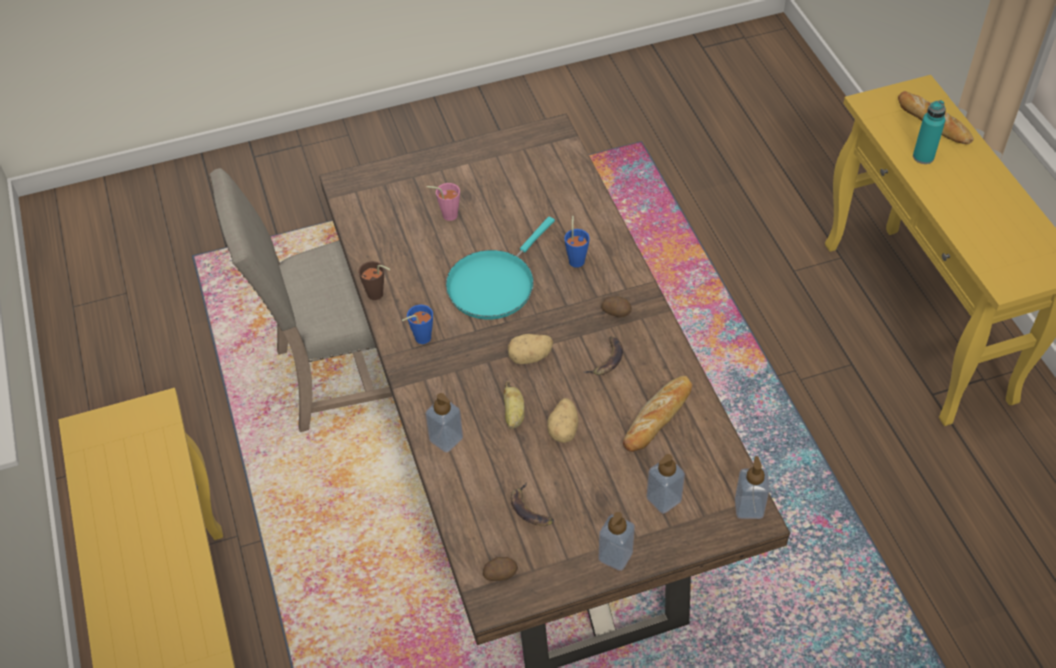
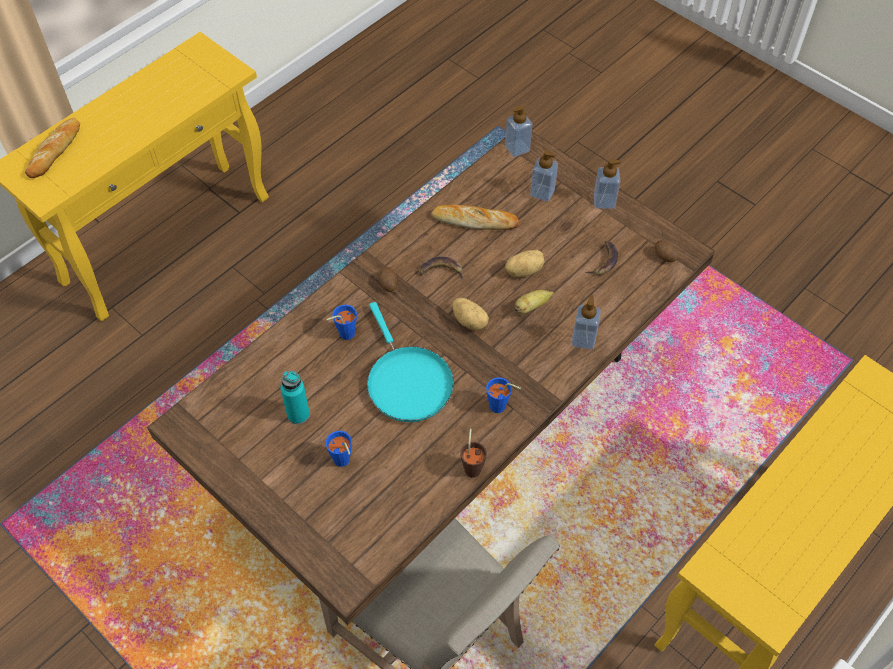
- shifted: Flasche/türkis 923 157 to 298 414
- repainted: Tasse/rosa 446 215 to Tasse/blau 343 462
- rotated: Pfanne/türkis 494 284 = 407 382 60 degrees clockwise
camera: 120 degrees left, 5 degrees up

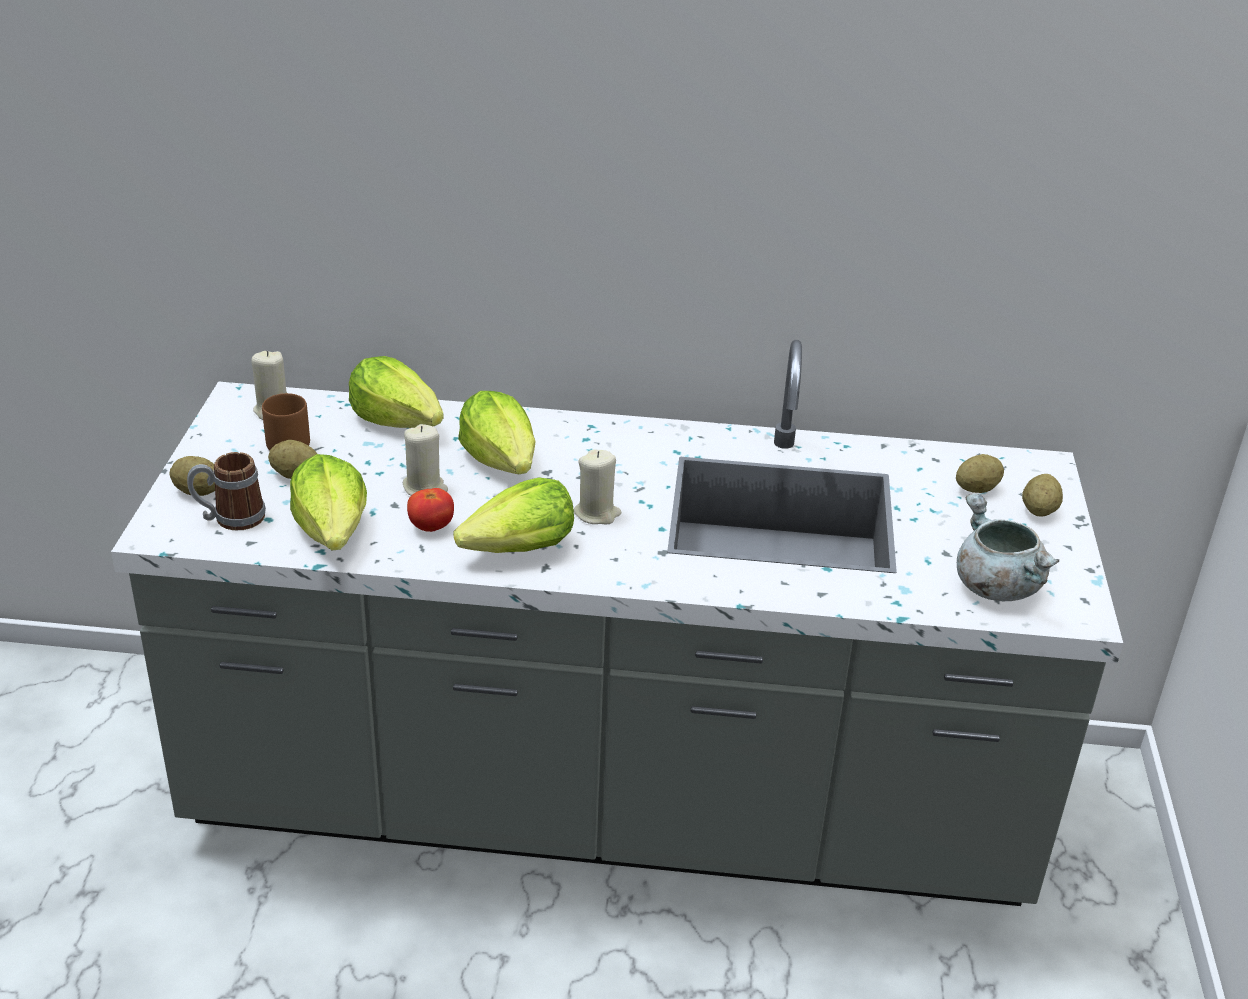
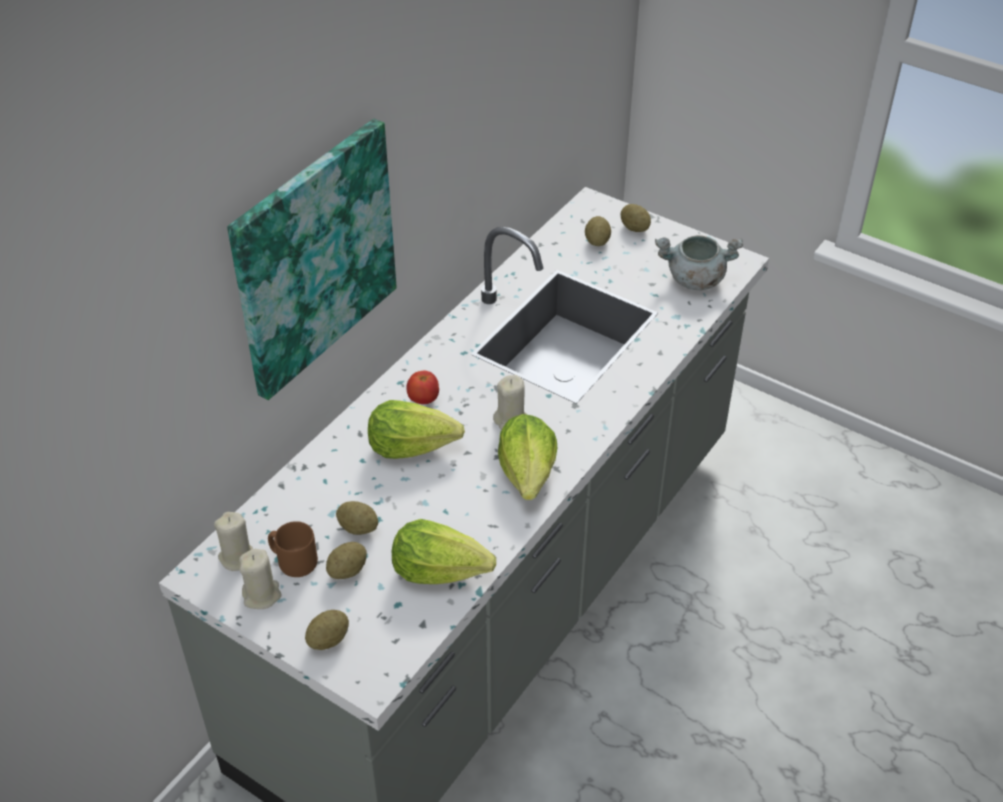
- new: Bild 313 257
- shifted: Kerze/beige 425 488 to 262 595
- new: Kartoffel 358 528
- shifted: Tomate 431 527 to 423 399
- gone: Henkelbecher 230 518
- gone: Salatkopf 398 421
camera: 60 degrees left, 10 degrees up

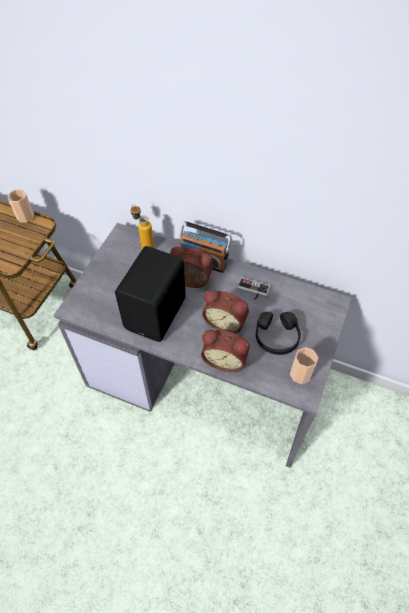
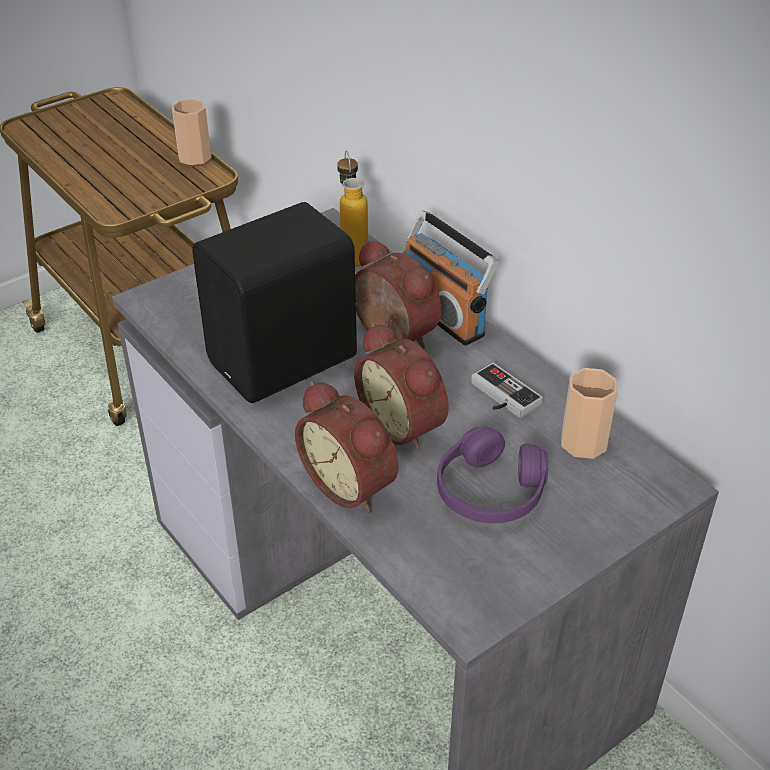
- repainted: Kopfhörer/schwarz 276 337 to Kopfhörer/lila 490 491
- shifted: Tasse 300 374 to 583 442
camera: 30 degrees right, 15 degrees down

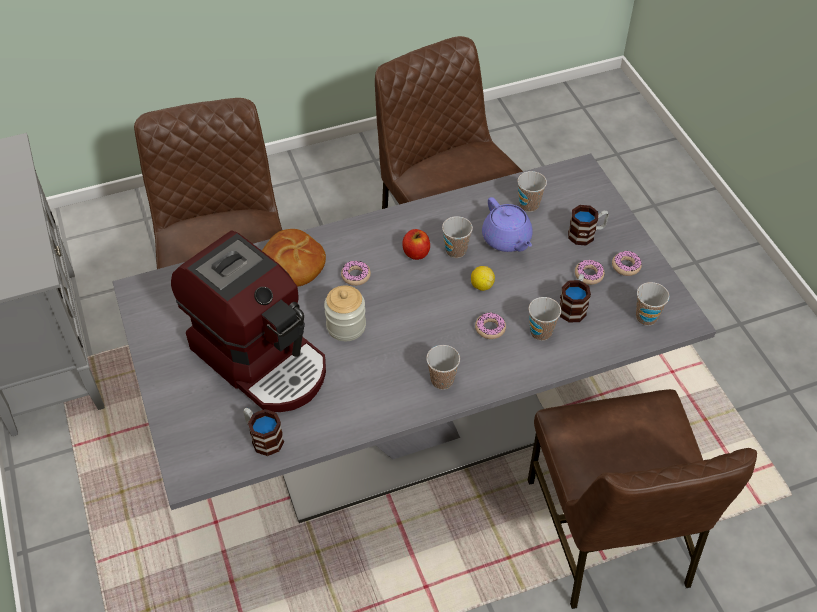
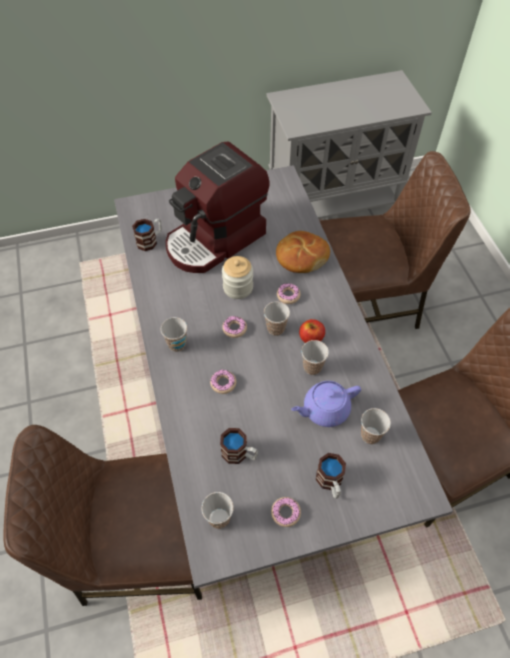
- shifted: Donut 589 275 to 234 329
- shifted: Tasse 541 332 to 276 329
- gone: Zitrone 481 285
camera: 95 degrees right, 5 degrees up

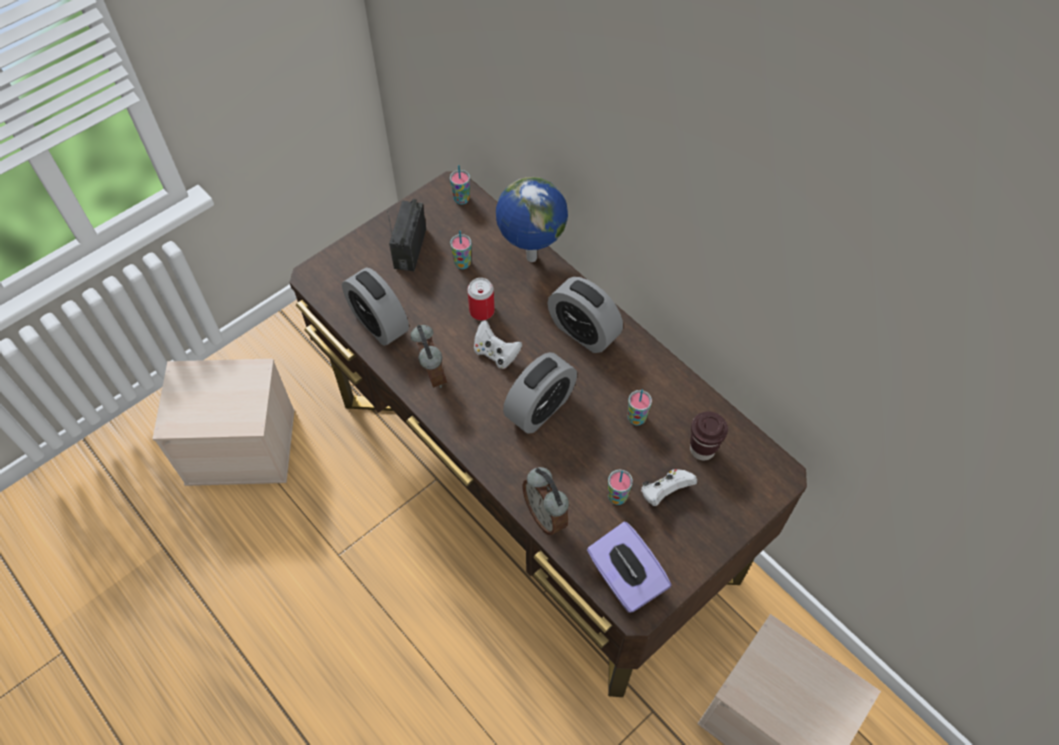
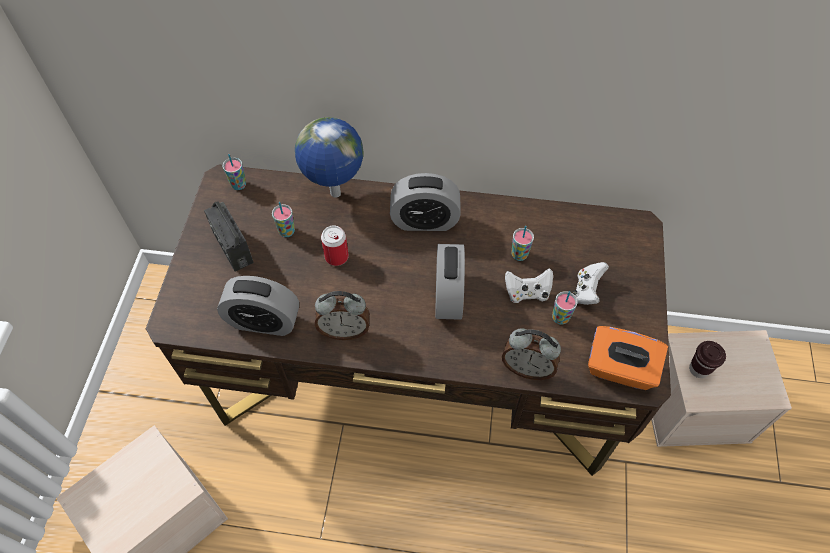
- rotated: Wecker 431 375 = 344 330 150 degrees clockwise
- shifted: Gamepad/weiß 496 353 to 527 292
- repainted: Taschentuchbox/lila 625 579 to Taschentuchbox/orange 620 369
- shifted: Tasse/braun 702 449 to 699 369
camera: 40 degrees left, 0 degrees up

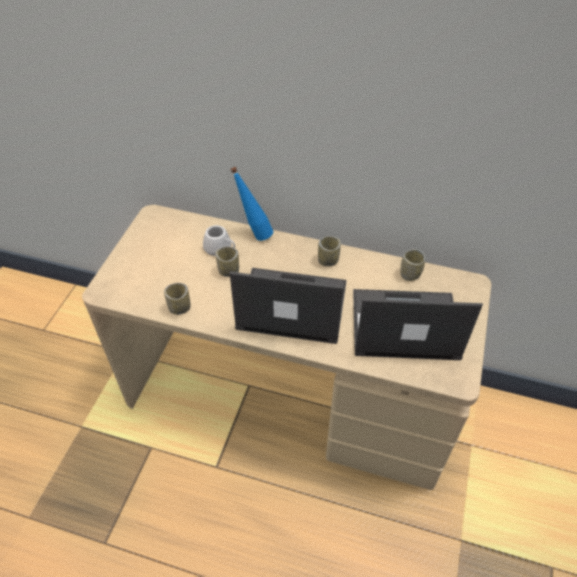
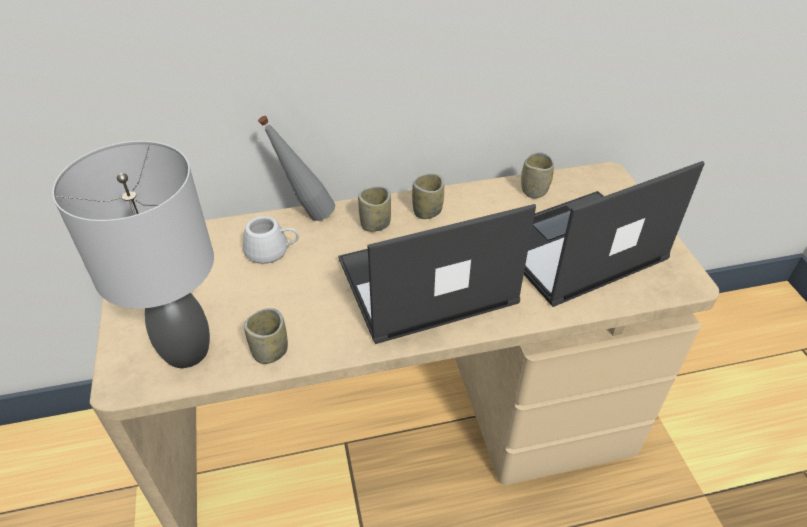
- new: Tischlampe/grau 185 351
- repainted: Flasche/blau 254 233 to Flasche/grau 305 215
- shifted: Tasse 228 271 to 375 224
camera: 30 degrees left, 5 degrees down

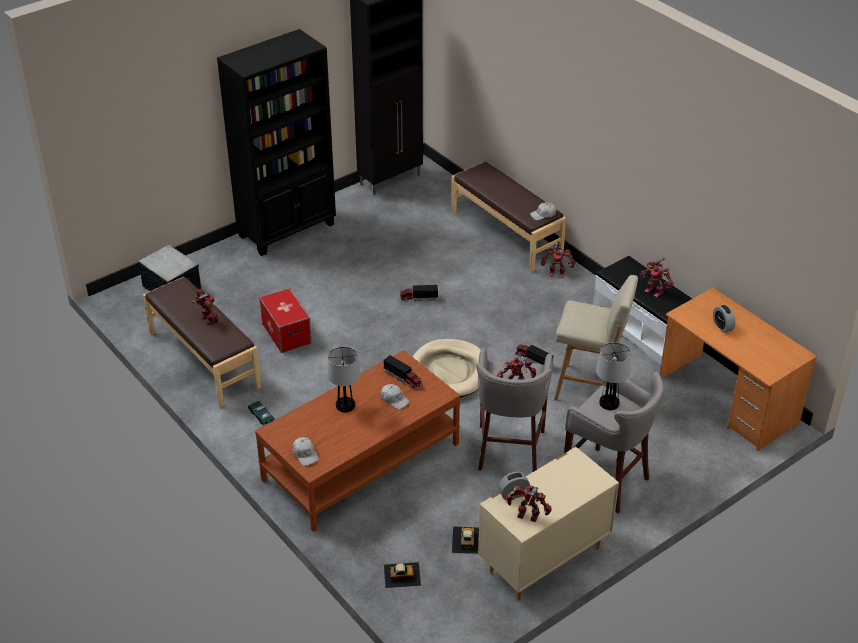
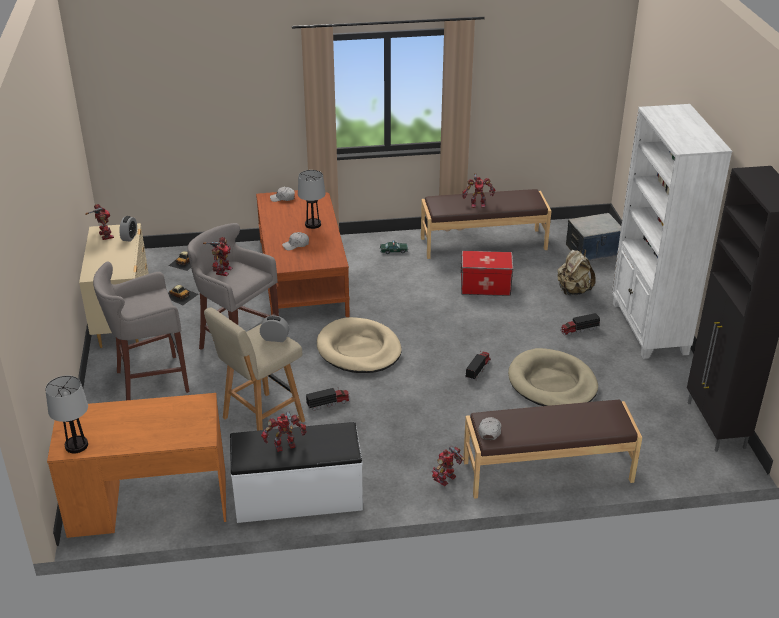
- shifted: Tischlampe 609 403 to 76 446
- rotated: Spielzeugroboter 528 516 = 105 236 75 degrees counterclockwise
- shifted: Wecker 722 326 to 275 338
- new: Hundebett/beige 552 383
- new: Rucksack/beige 573 291
- shifted: Spielzeuglaster 403 378 to 578 330
- repainted: Bücherregal/schwarz 288 230 to Bücherregal/weiß 648 329
camera: 120 degrees right, 5 degrees down

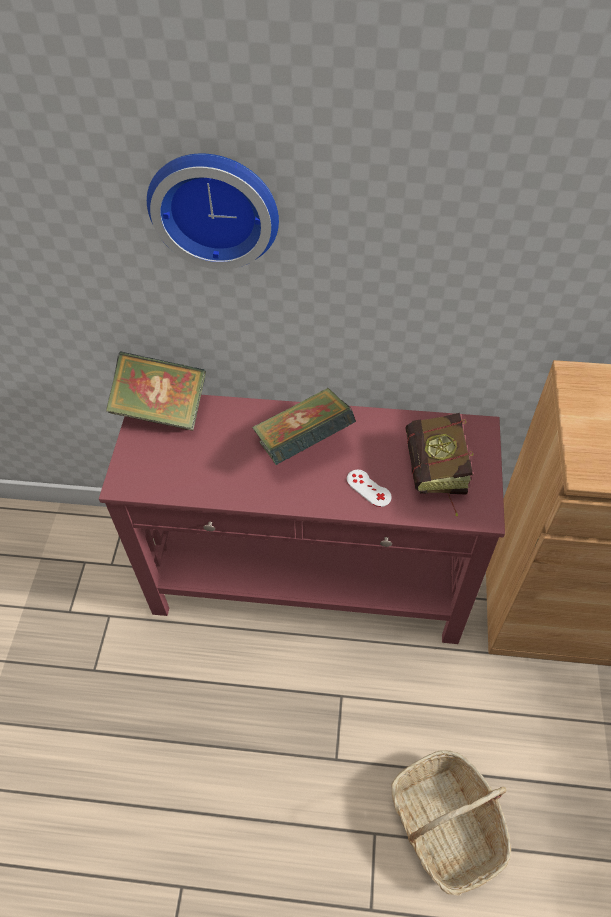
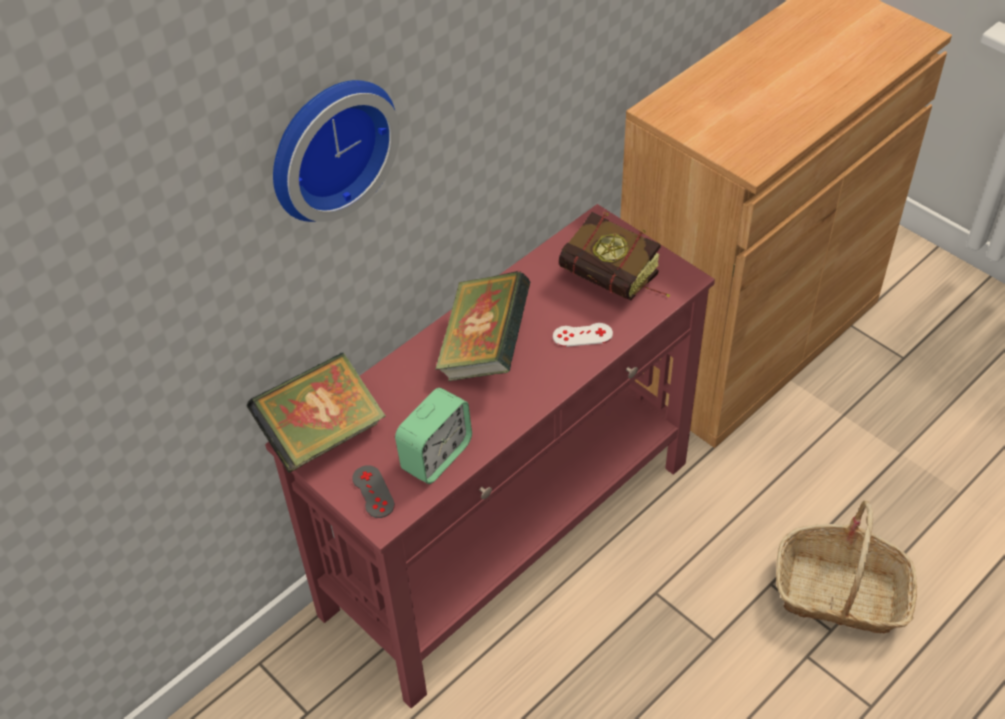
- new: Gamepad/grau 373 492
- new: Wecker 436 456
camera: 50 degrees left, 5 degrees down

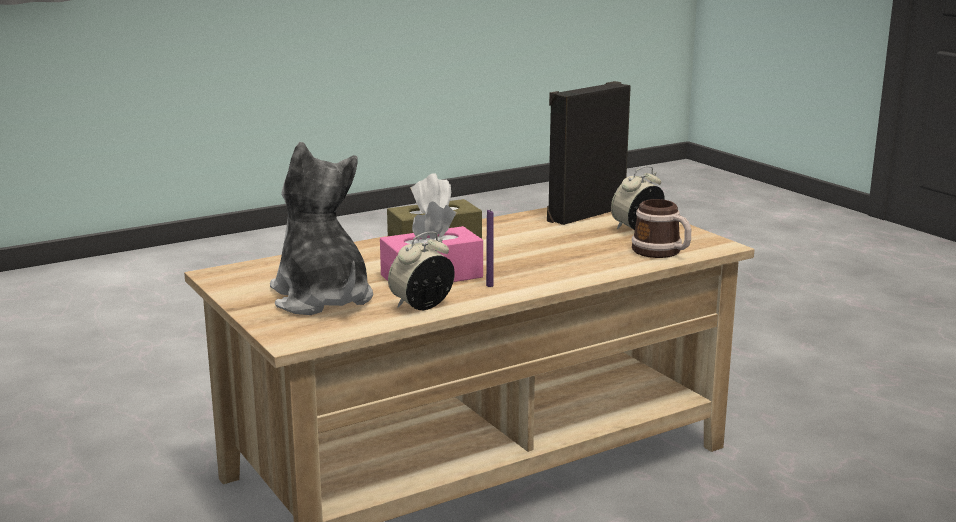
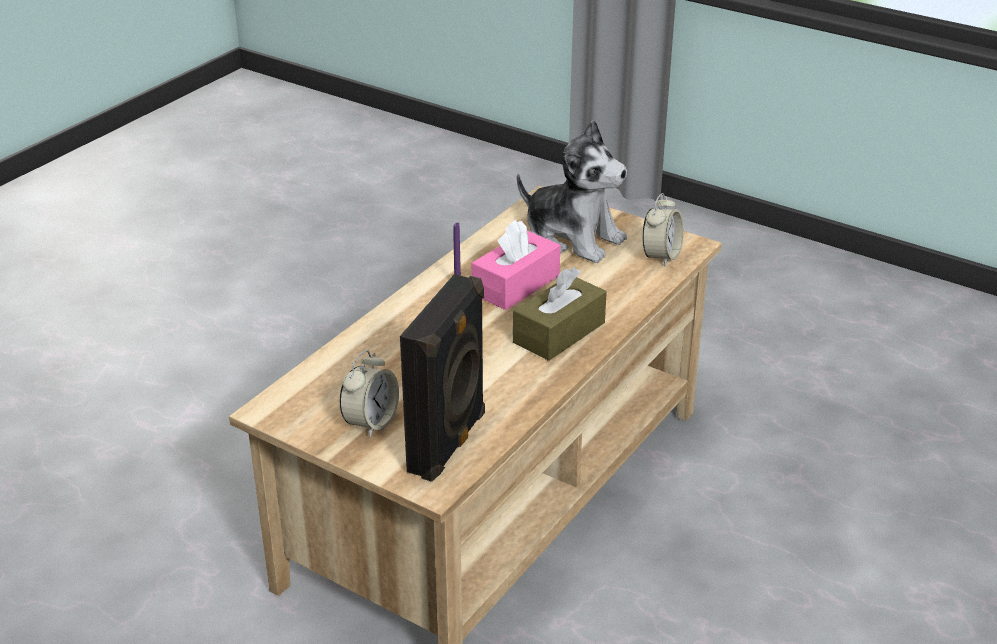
- shifted: Wecker 422 306 to 661 256
- gone: Henkelbecher 662 253
camera: 155 degrees right, 15 degrees up

